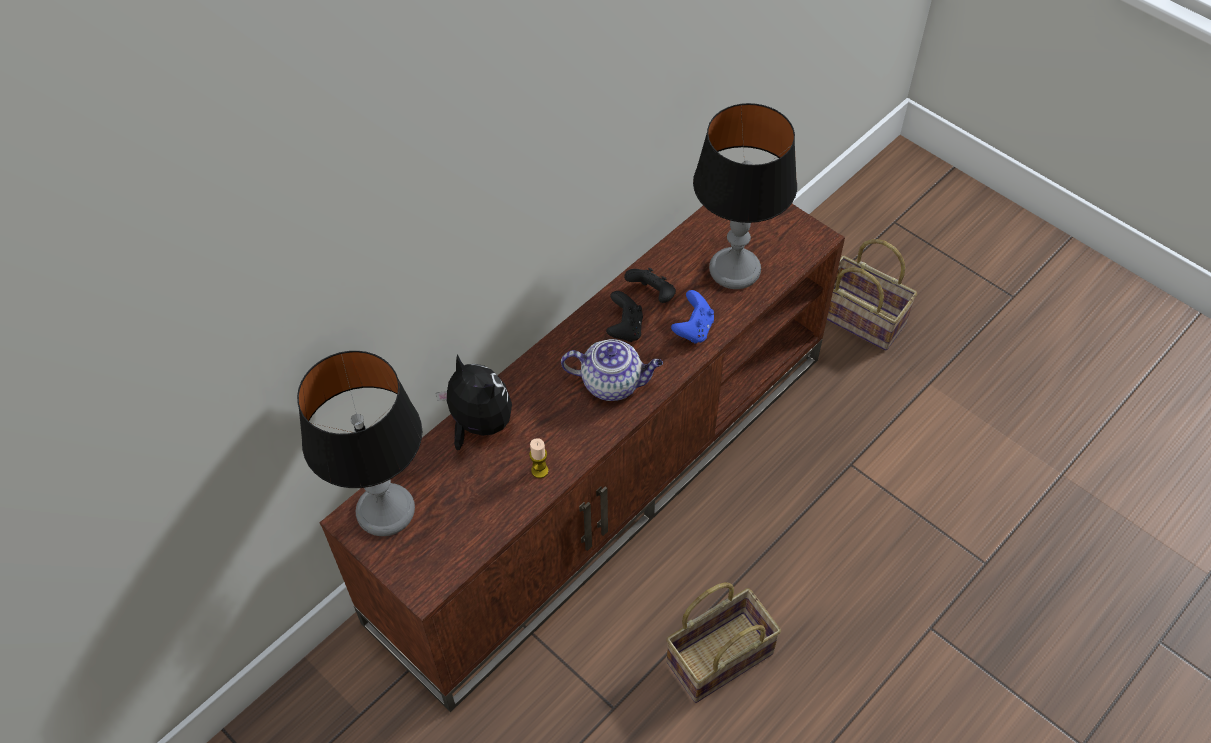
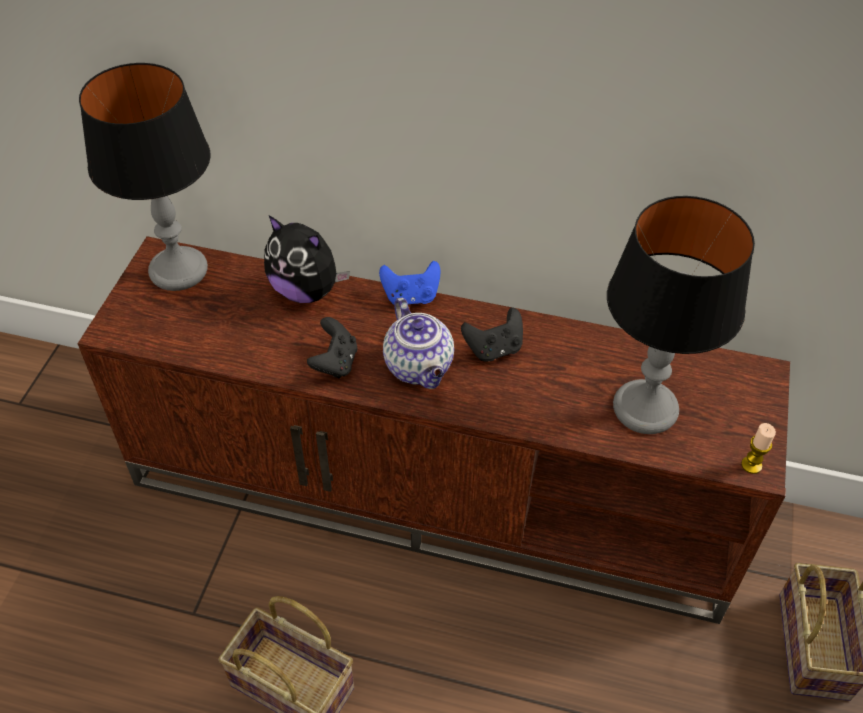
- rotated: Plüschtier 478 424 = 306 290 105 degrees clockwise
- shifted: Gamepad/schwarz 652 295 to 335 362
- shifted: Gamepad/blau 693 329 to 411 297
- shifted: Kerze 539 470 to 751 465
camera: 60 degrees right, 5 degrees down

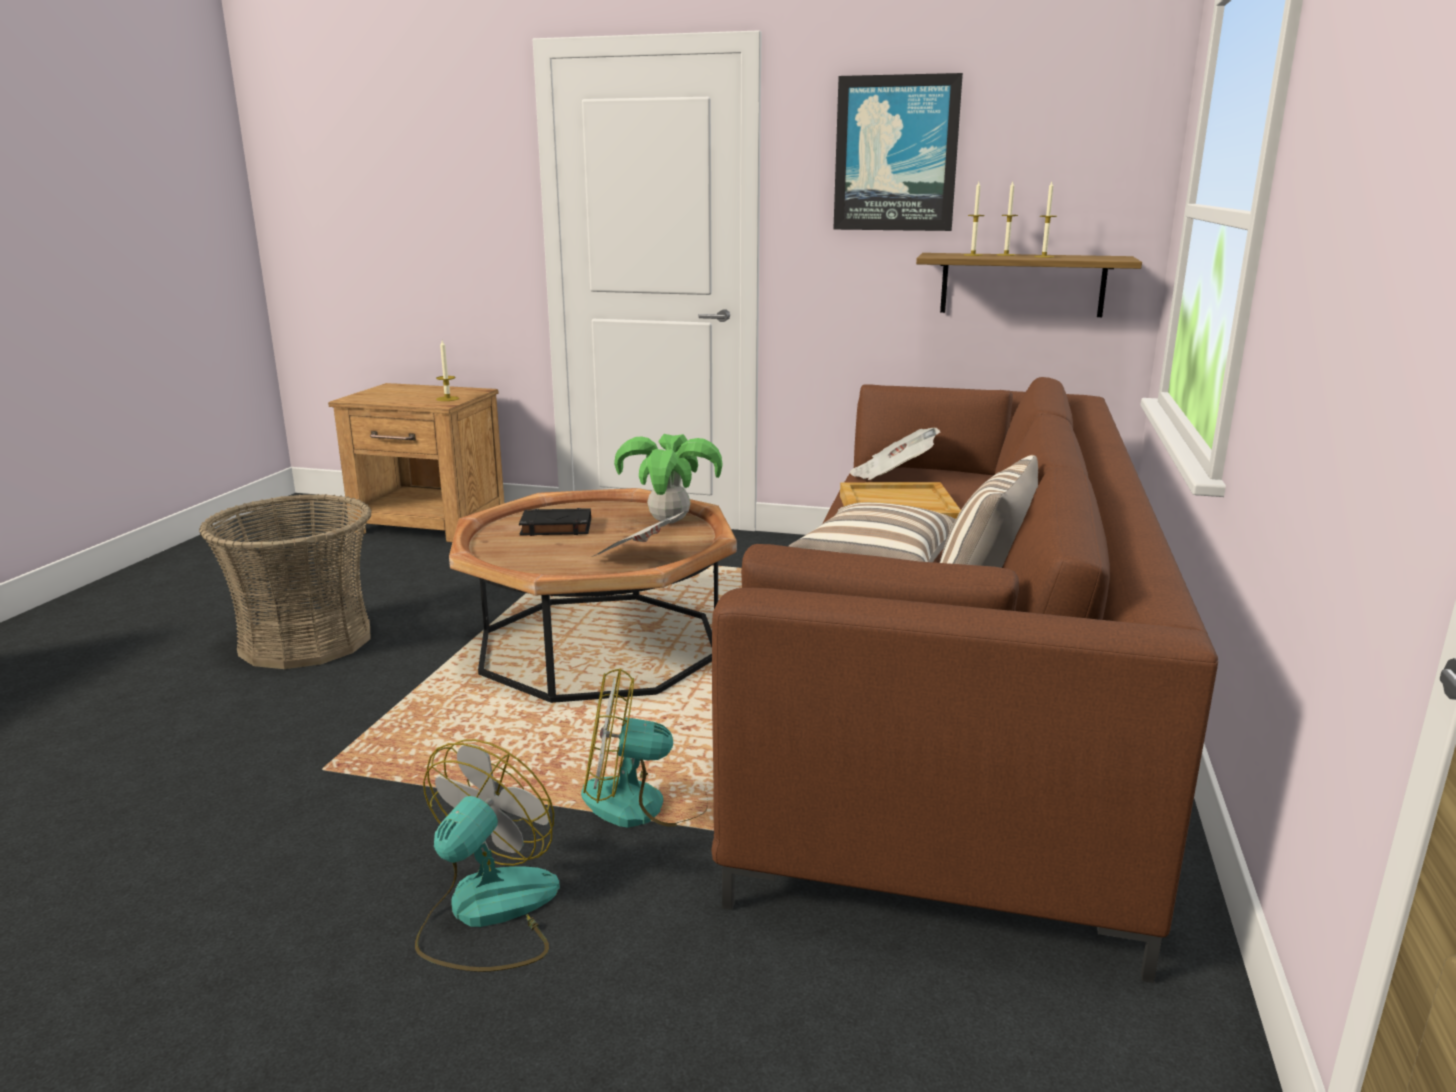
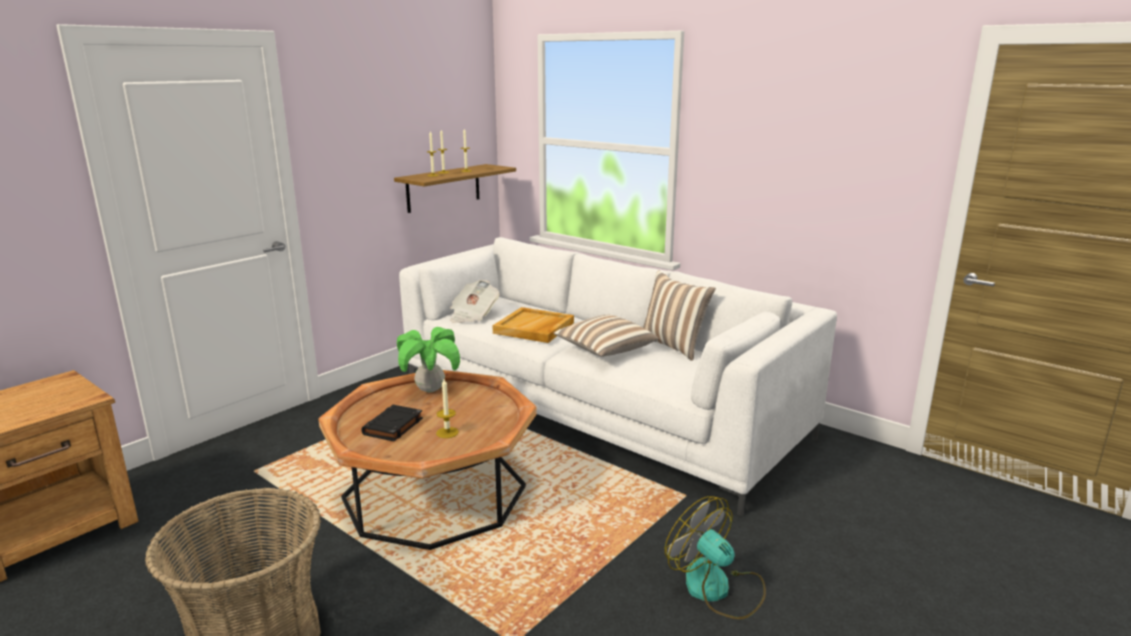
- repainted: Sofa/braun 952 693 to Sofa/weiß 596 407
- shifted: Kerze 447 399 to 447 432
- gone: Ventilator 643 803
- gone: Zeitung 640 559
- gone: Bild 896 154
camera: 65 degrees left, 0 degrees up

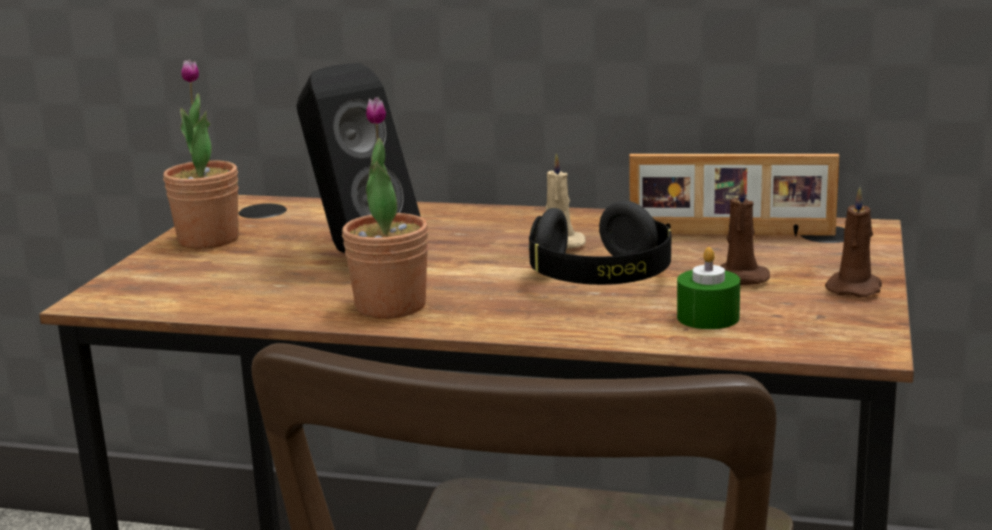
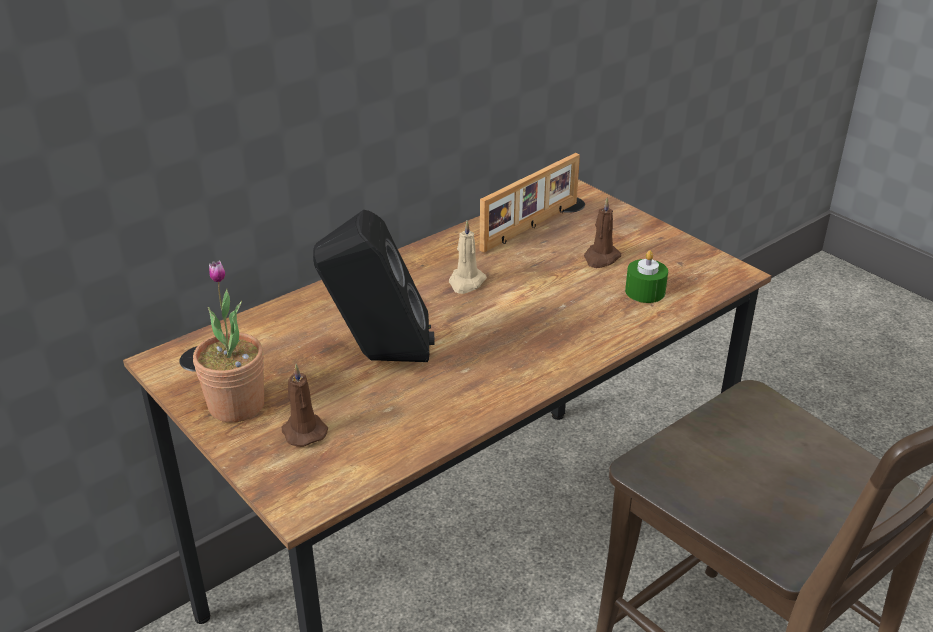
- shifted: Kerze/braun 854 288 to 303 431
- gone: Topfpflanze 390 306
- gone: Kopfhörer/schwarz 601 279
camera: 55 degrees left, 15 degrees up

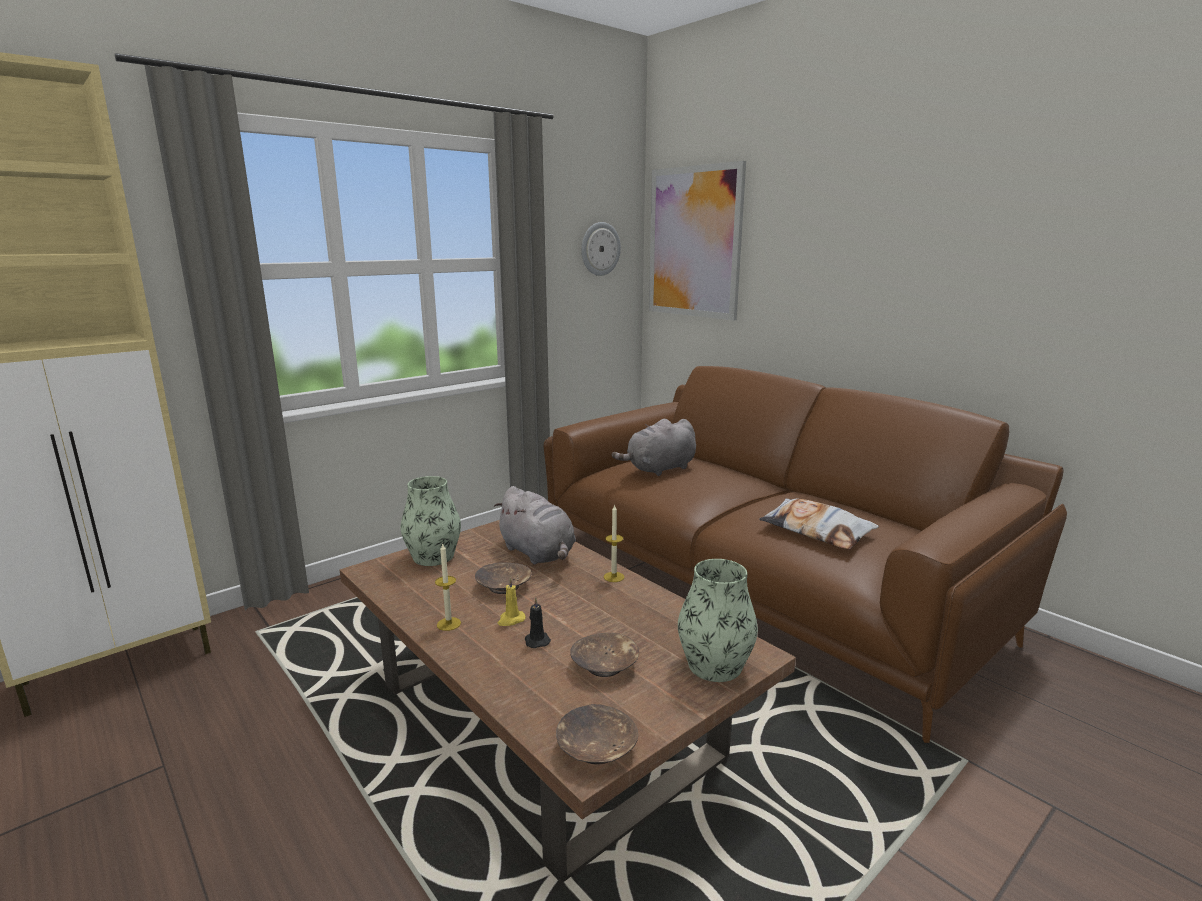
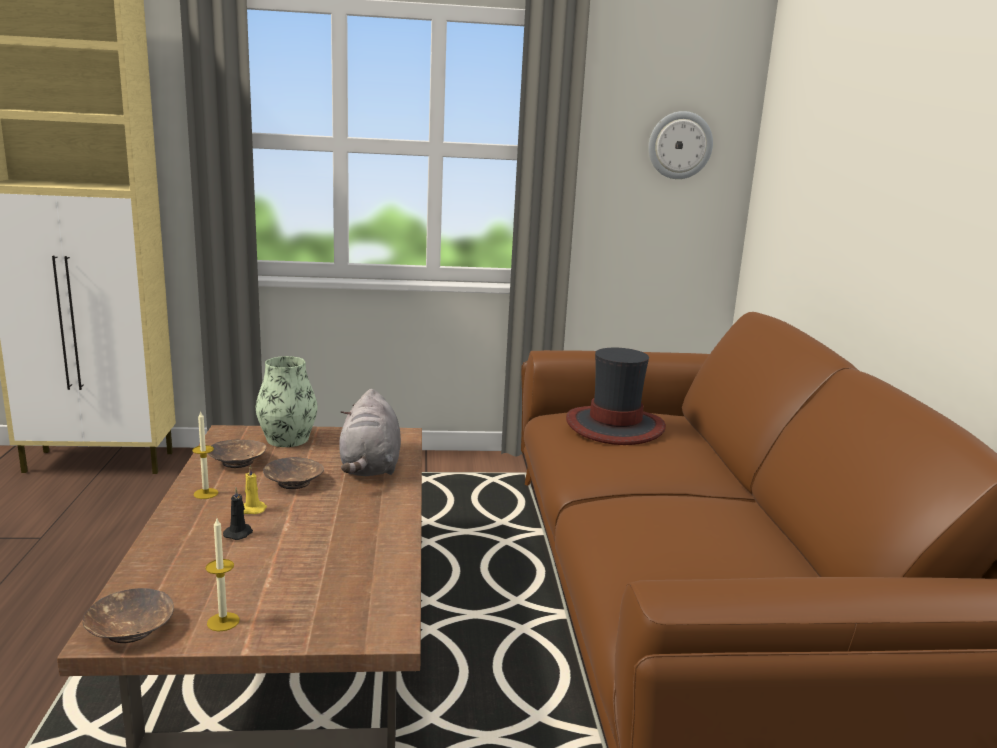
- shifted: Kerze 614 577 to 223 622
- shifted: Schüssel/braun 605 666 to 238 462
- swapped: Plüschtier/grau 659 469 to Hut 615 426
- gone: Bild 694 242
- gone: Vase 715 665
- gone: Kissen 816 530
camera: 35 degrees right, 0 degrees up

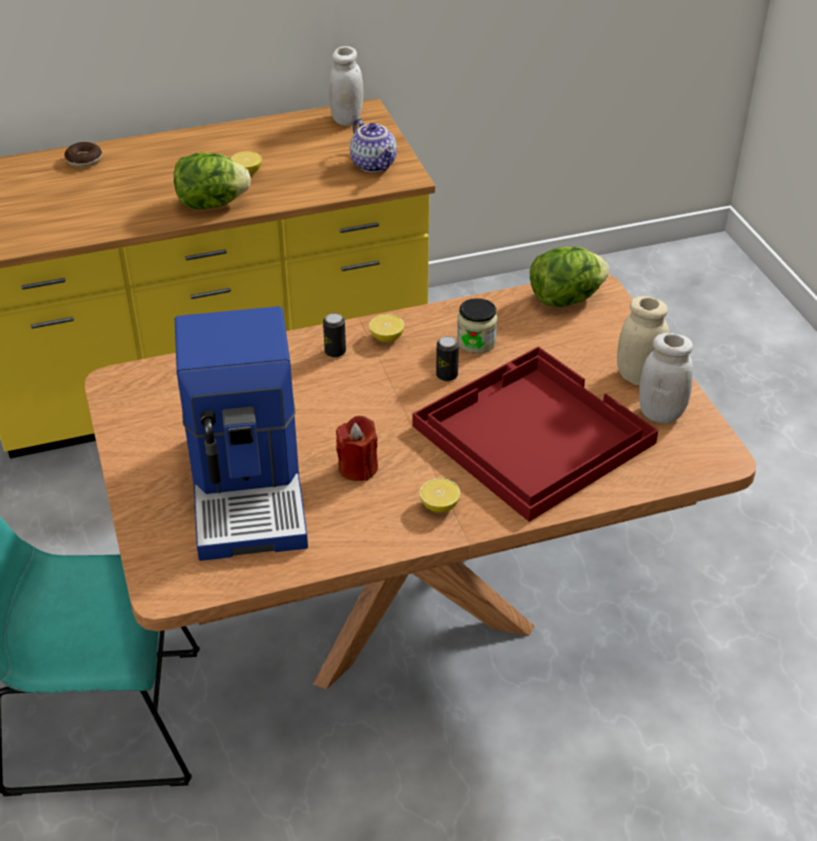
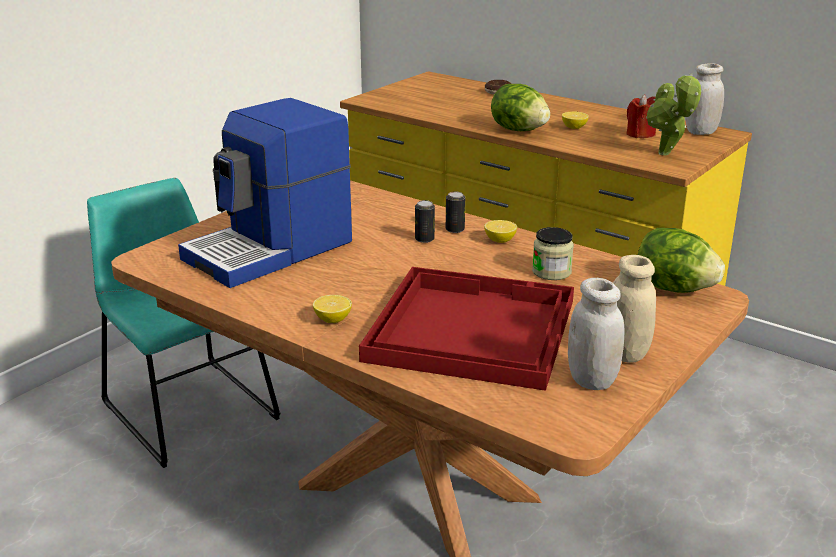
- shifted: Dose 447 375 to 424 239
- shifted: Kerze/rot 358 467 to 640 134
- swapped: Teekanne 375 164 to Topfpflanze 666 155
camera: 55 degrees right, 15 degrees down

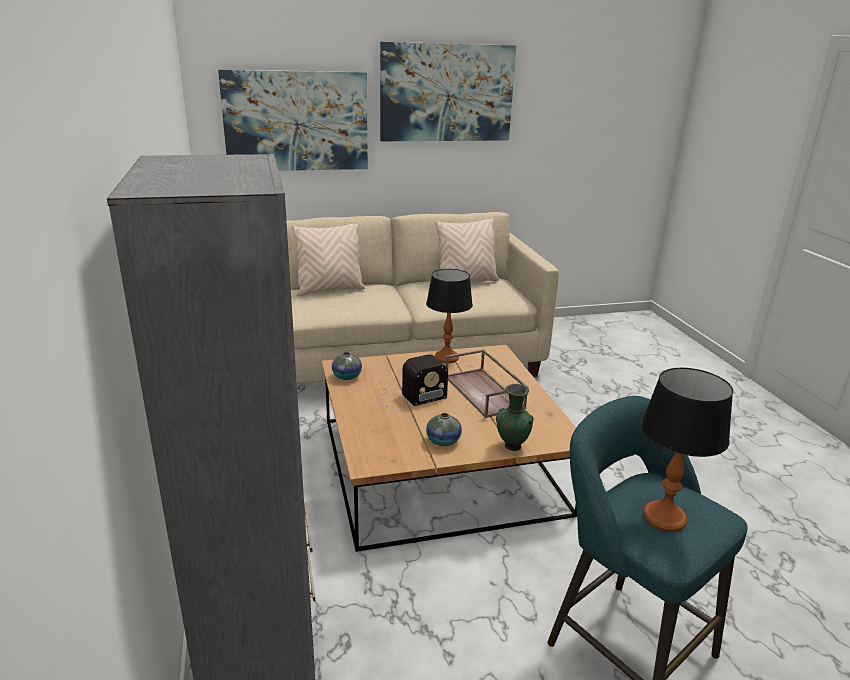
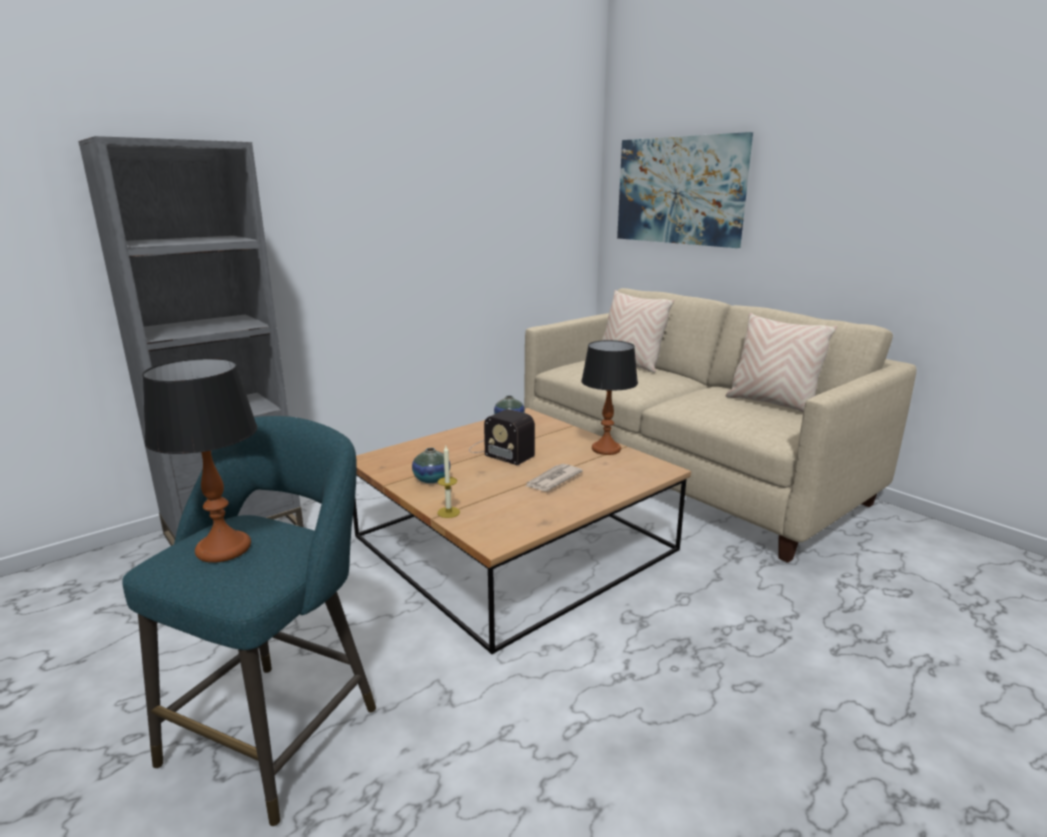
- swapped: Vase/grün 511 447 to Kerze 448 512
- swapped: Tablett/braun 485 392 to Zeitung 552 480
- gone: Bild 447 93
camera: 65 degrees right, 5 degrees down

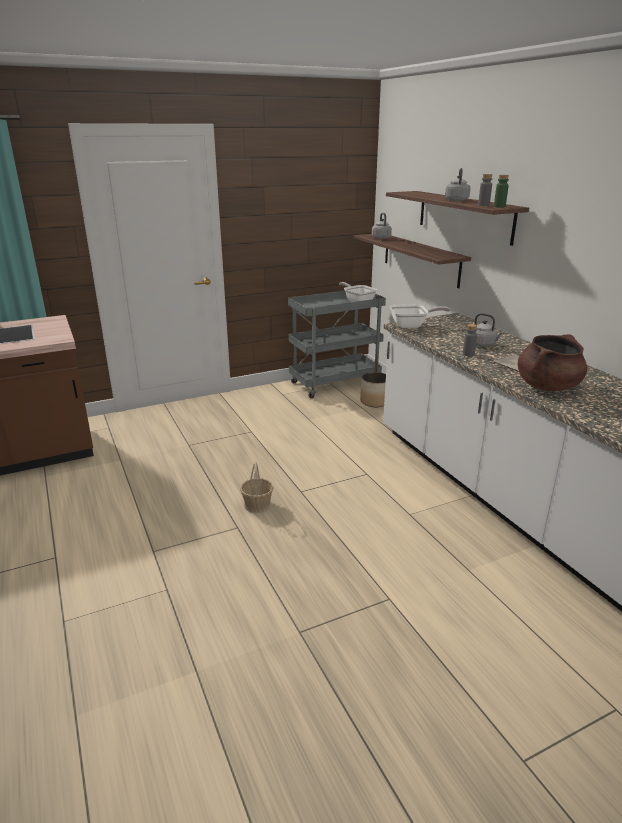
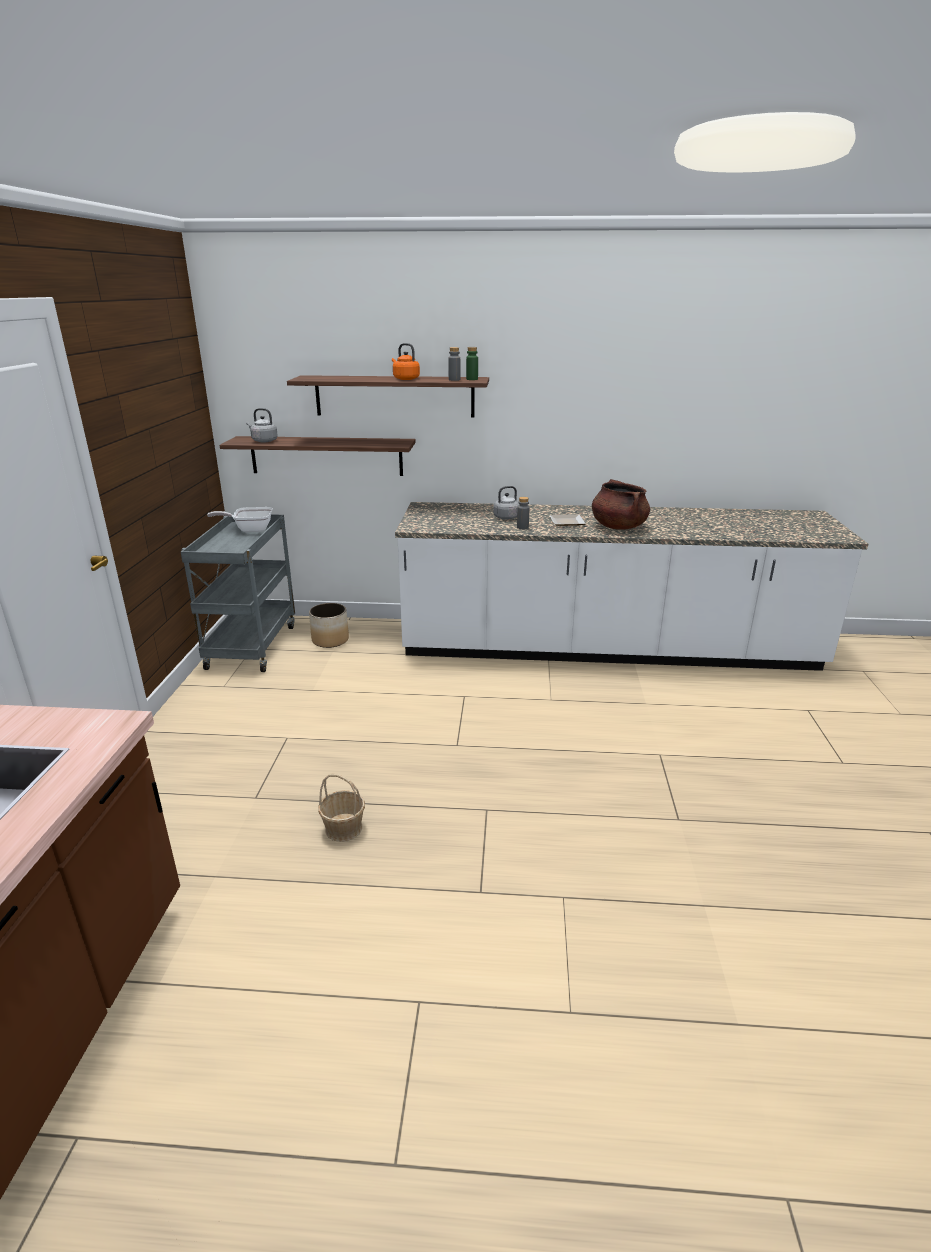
- shifted: Korb 257 505 to 343 828
- repainted: Wasserkessel/grau 456 200 to Wasserkessel/orange 405 379
- gone: Pfanne 412 326
camera: 60 degrees left, 0 degrees up

